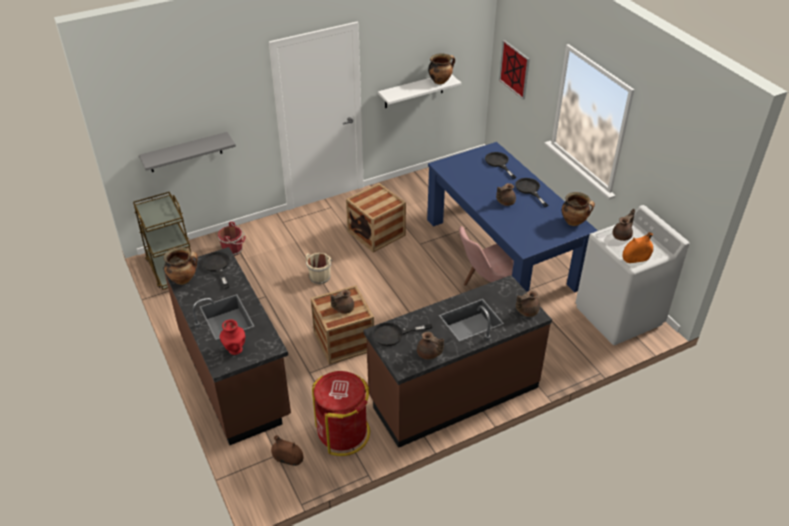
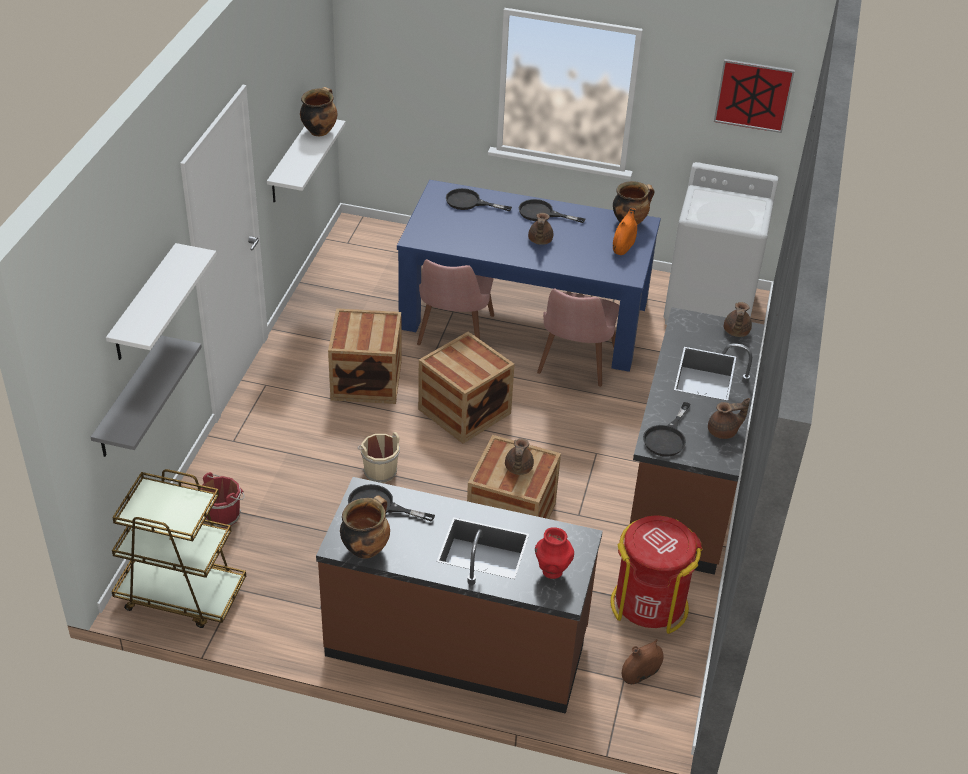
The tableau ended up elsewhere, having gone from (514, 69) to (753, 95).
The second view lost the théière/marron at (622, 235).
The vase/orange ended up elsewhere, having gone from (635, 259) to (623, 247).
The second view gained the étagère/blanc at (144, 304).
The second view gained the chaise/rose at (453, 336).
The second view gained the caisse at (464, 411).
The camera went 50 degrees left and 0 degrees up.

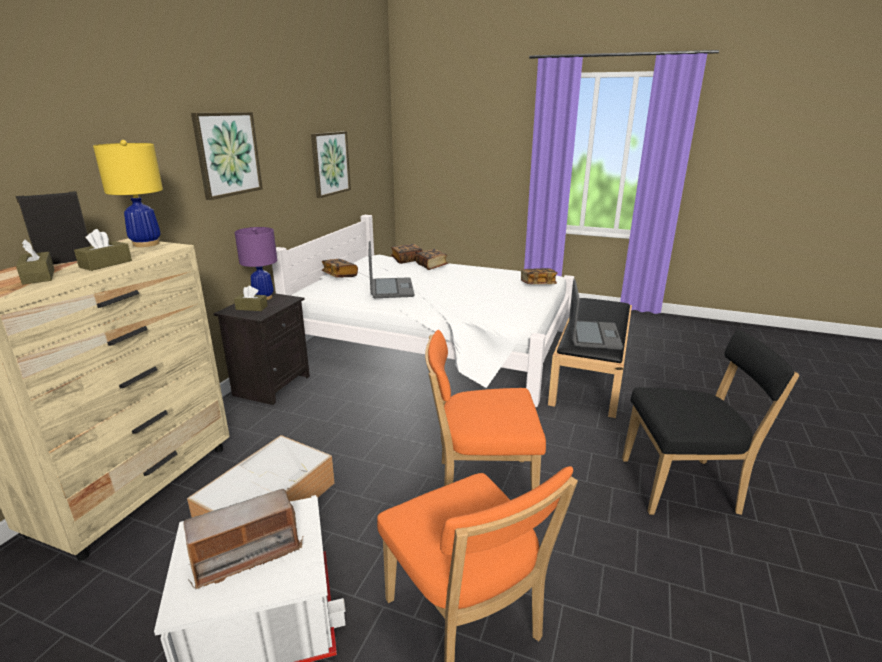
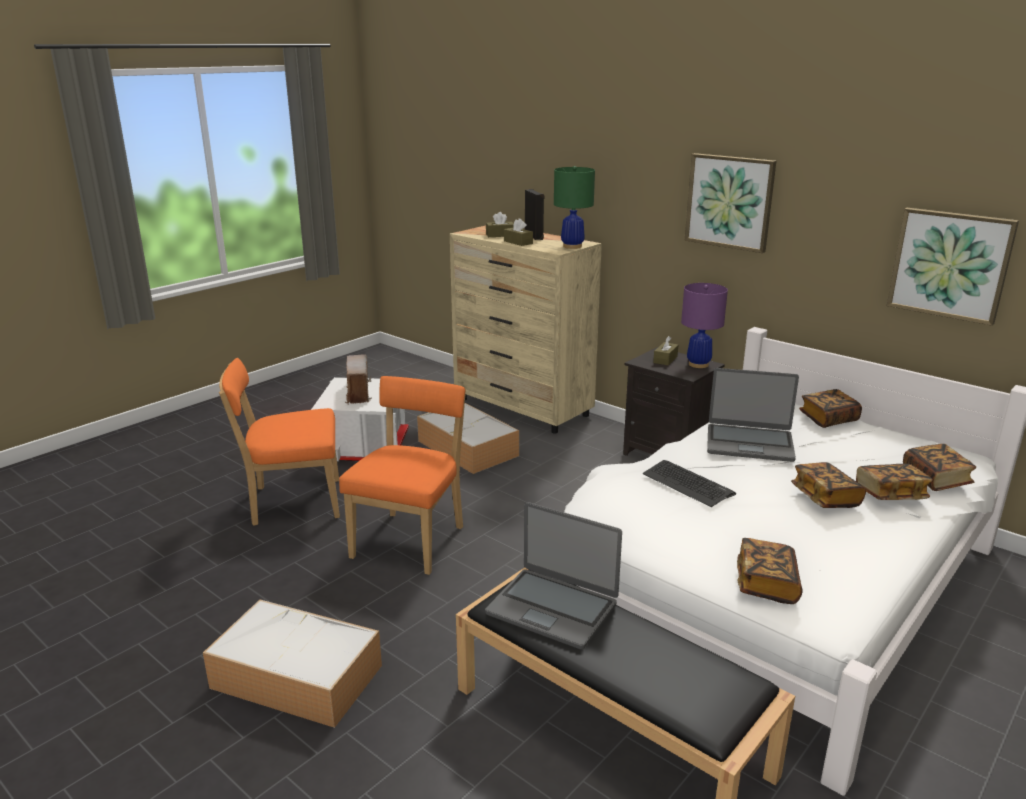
What was the lampe de table/jaune at (146, 244) turned into the lampe de table/vert at (572, 246).
Where the chaise/noir stood at (684, 486), the boîte de rangement came to stand at (294, 676).
The second view gained the clavier at (688, 484).
The second view gained the livre at (825, 498).
The camera went 110 degrees right and 0 degrees up.

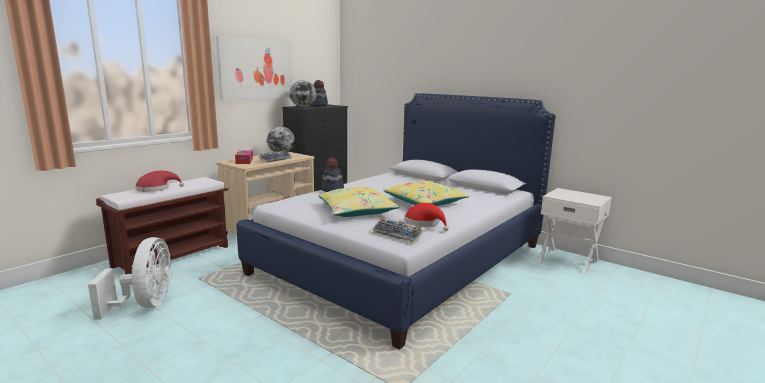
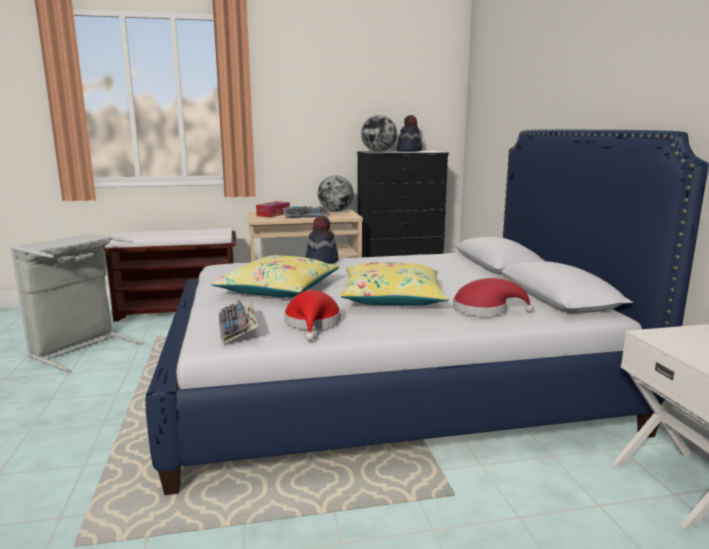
The second view lost the tableau at (256, 68).
The chapeau/rouge ended up elsewhere, having gone from (156, 189) to (485, 309).
Where the ventilateur/blanc stood at (146, 305), the panier à linge/gris came to stand at (81, 348).
The camera went 40 degrees right and 0 degrees up.

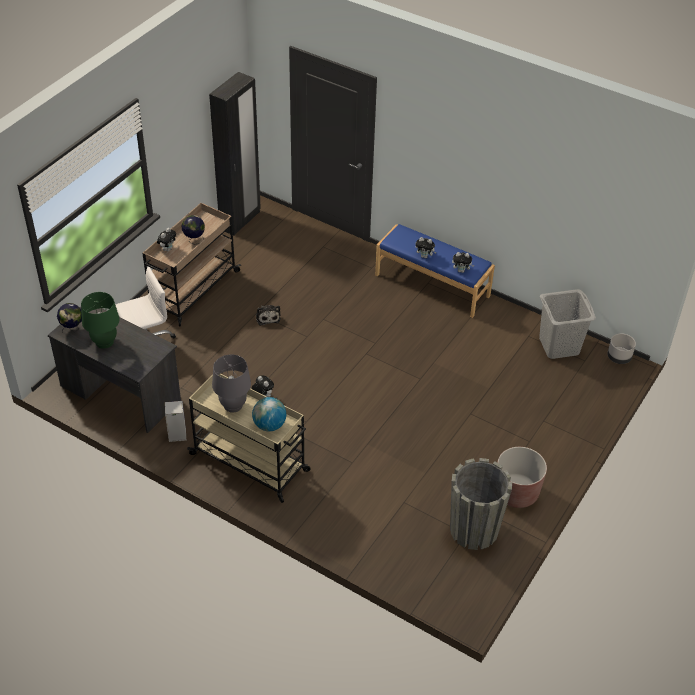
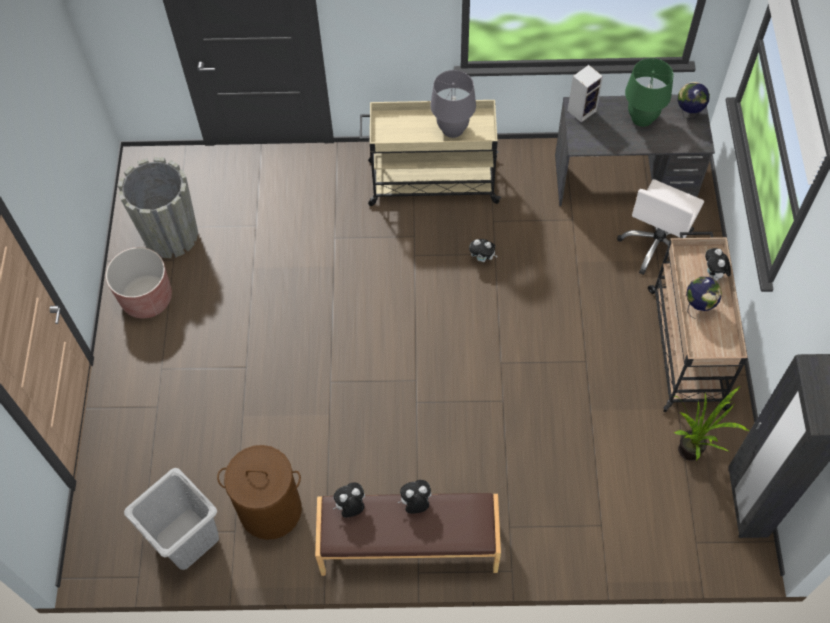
What was the banc/bleu at (432, 285) turned into the banc/marron at (409, 546).
The second view lost the peluche at (267, 317).
The second view lost the cache-pot/gris at (618, 357).
The second view lost the globe at (269, 425).
The enceinte ended up elsewhere, having gone from (176, 435) to (582, 110).
The second view gained the plante en pot at (691, 456).
The second view gained the panier à linge/marron at (271, 509).
The camera went 150 degrees right and 15 degrees up.

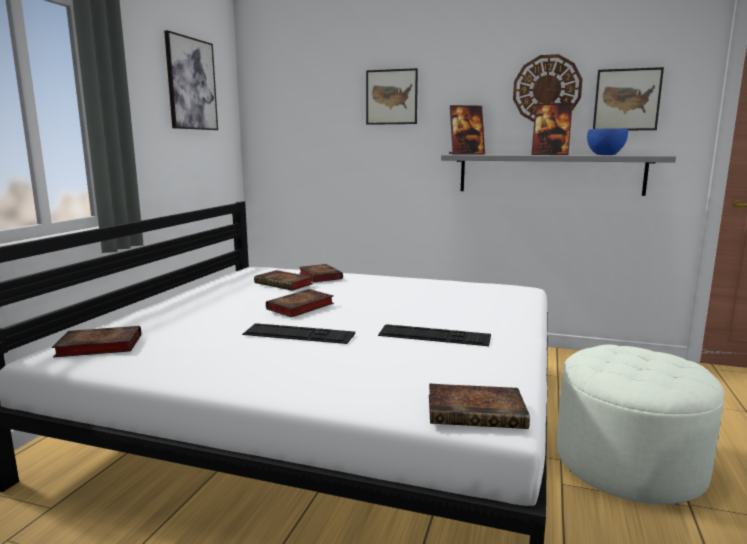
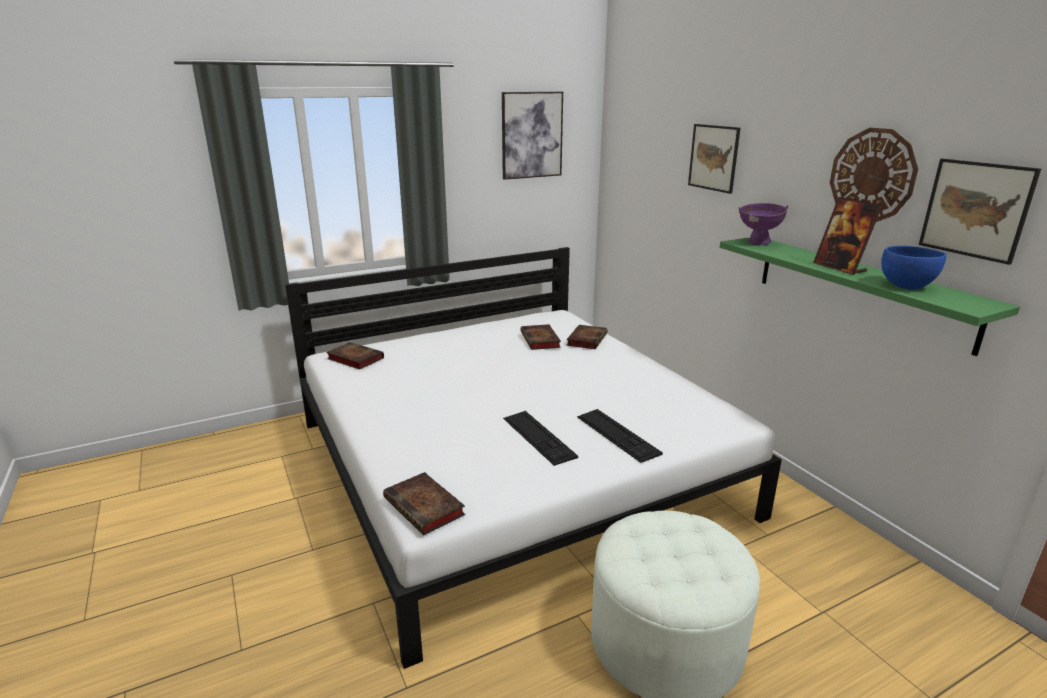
Where the cadre photo stood at (466, 154), the bol/violet came to stand at (758, 243).
What was the étagère/gris at (549, 174) turned into the étagère/vert at (859, 289).
The second view lost the livre at (299, 307).
The clavier ended up elsewhere, having gone from (298, 334) to (617, 434).
The camera went 45 degrees right and 10 degrees up.

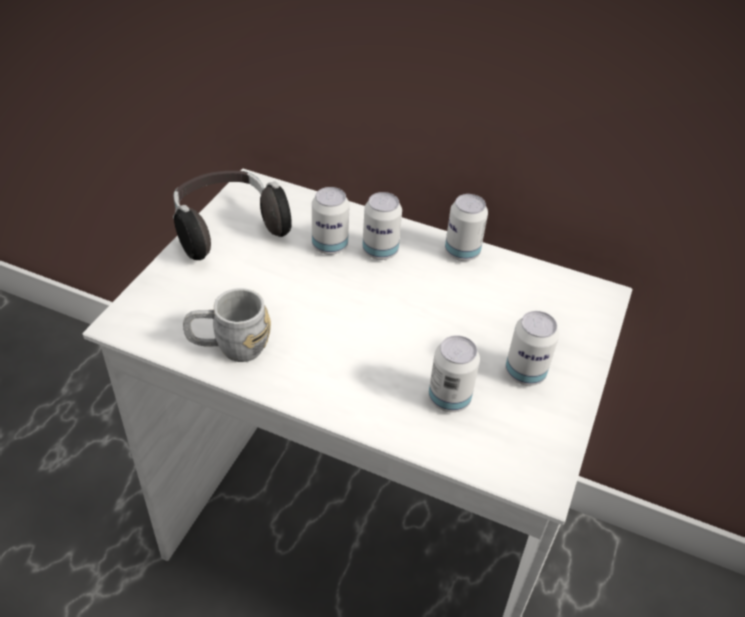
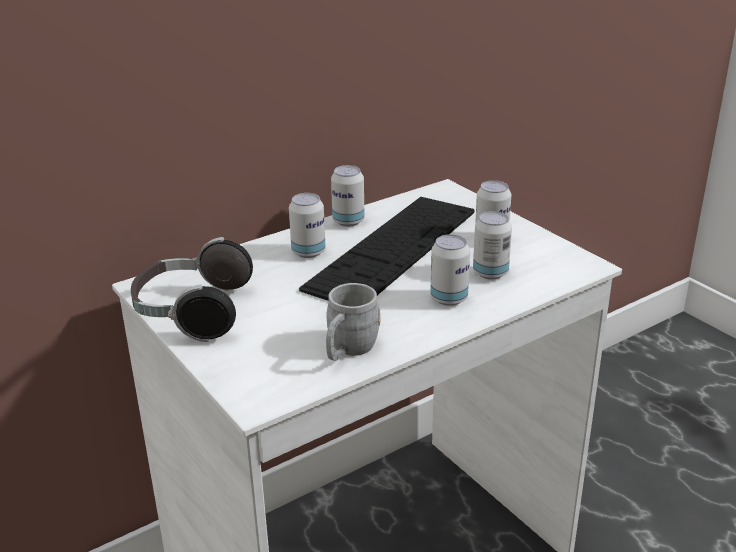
The boîte métallique ended up elsewhere, having gone from (329, 246) to (449, 299).
The second view gained the clavier at (393, 249).
The camera went 55 degrees left and 15 degrees down.

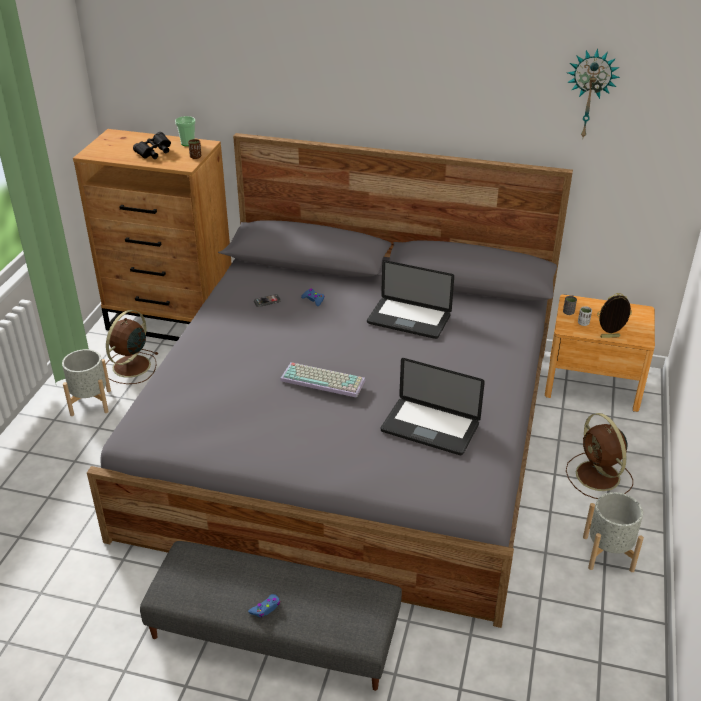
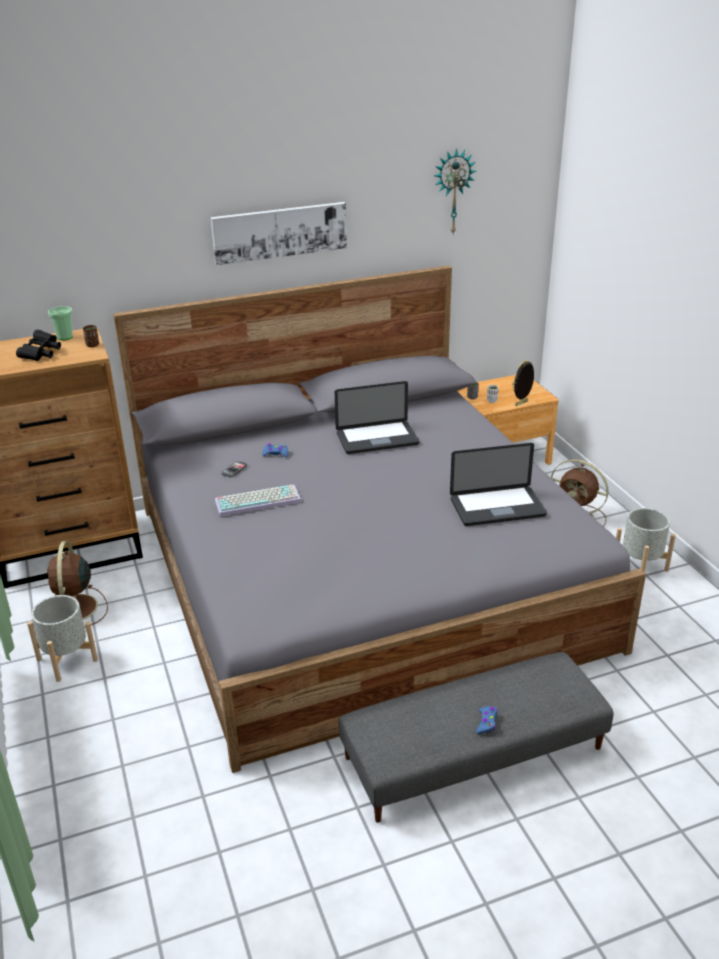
The clavier ended up elsewhere, having gone from (324, 380) to (258, 500).
The second view gained the tableau at (280, 232).
The camera went 35 degrees left and 5 degrees down.

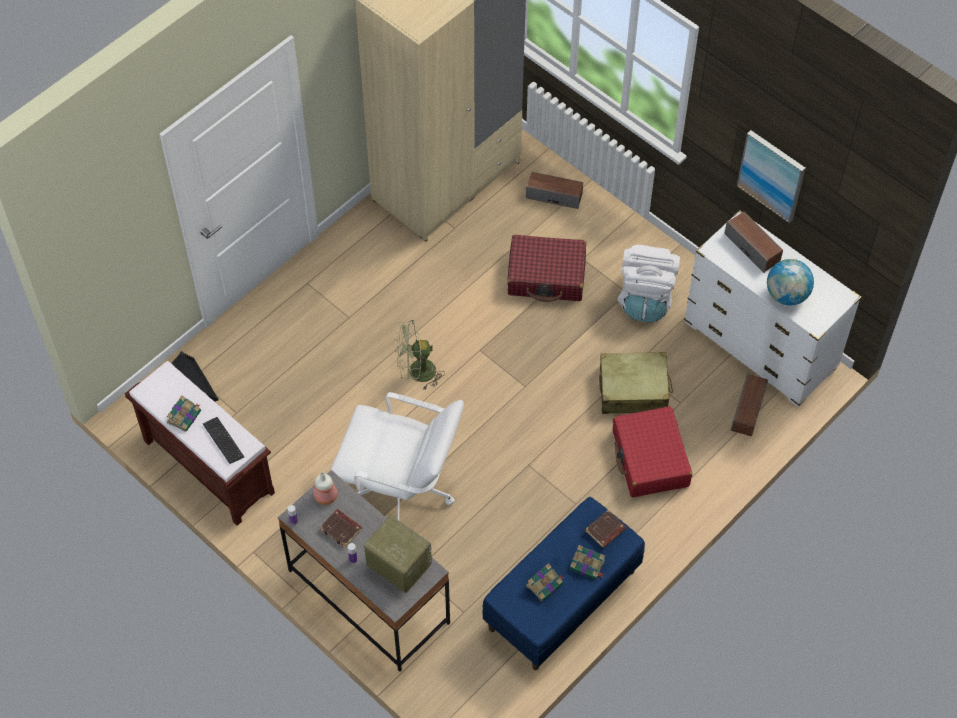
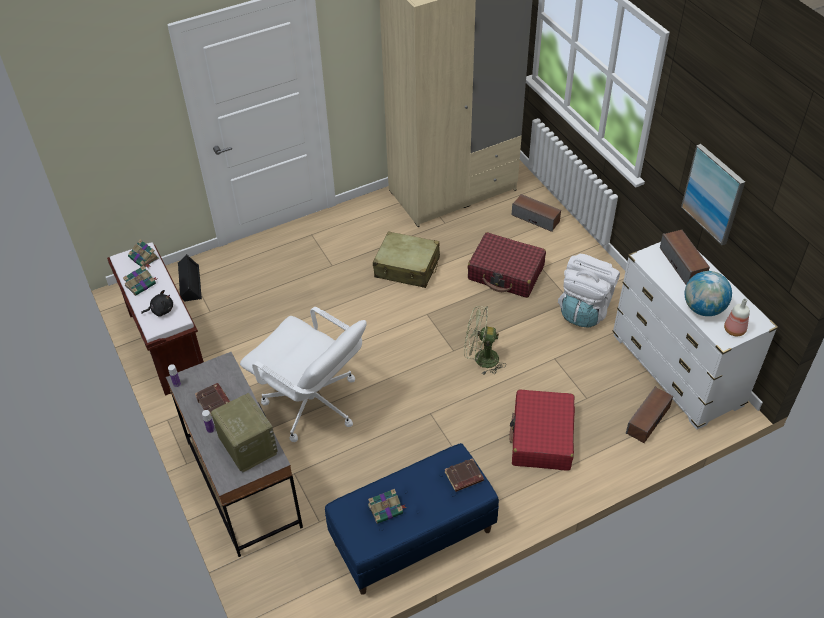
The ventilateur/vert ended up elsewhere, having gone from (416, 373) to (480, 359).
The valise/beige ended up elsewhere, having gone from (633, 390) to (407, 267).
Where the clavier stood at (223, 441), the peluche/noir came to stand at (161, 310).
The bouteille ended up elsewhere, having gone from (325, 495) to (734, 329).
The livre ended up elsewhere, having gone from (588, 565) to (144, 258).
The camera went 20 degrees right and 10 degrees down.

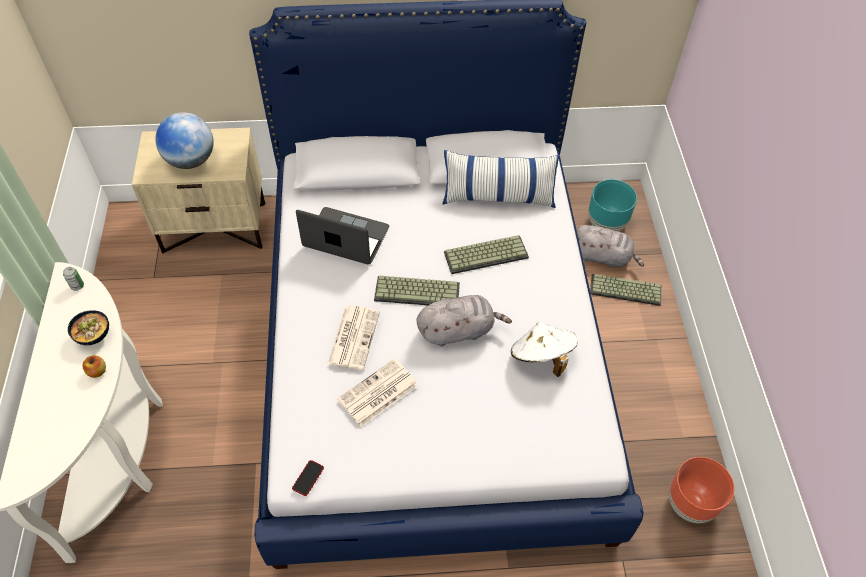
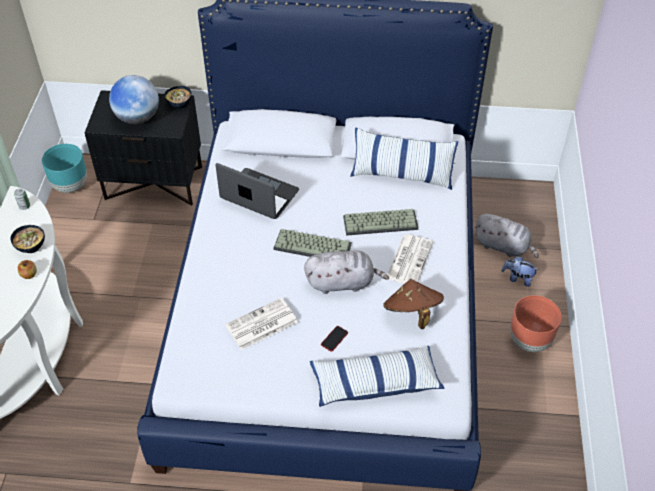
What was the table de chevet/beige at (215, 226) turned into the table de chevet/noir at (154, 182).
The cache-pot/turquoise ended up elsewhere, having gone from (605, 224) to (70, 185).
Where the clavier stood at (624, 291), the peluche came to stand at (517, 278).
The journal ended up elsewhere, having gone from (353, 337) to (409, 260).
What was the chapeau/blanc at (541, 357) turned into the chapeau/marron at (412, 313).
The cache-pot/marron ended up elsewhere, having gone from (690, 504) to (530, 341).
The téléphone ended up elsewhere, having gone from (308, 478) to (334, 339).
The second view gained the bol at (180, 104).
The second view gained the coussin at (375, 383).
The camera went 10 degrees right and 5 degrees down.

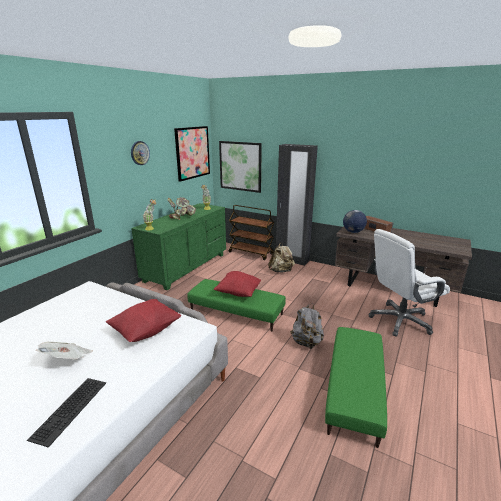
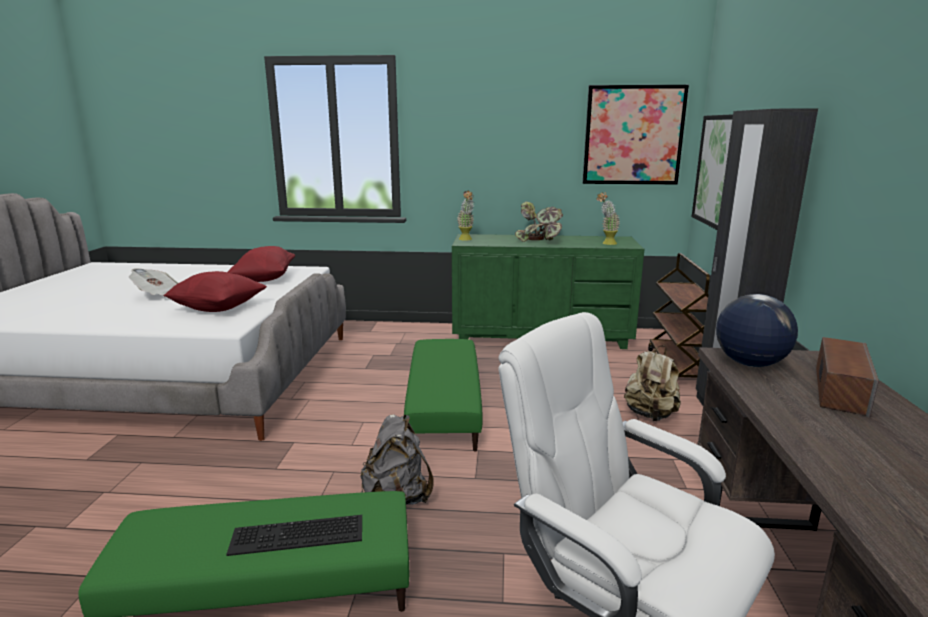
The second view lost the horloge murale at (140, 153).
The coussin/rouge ended up elsewhere, having gone from (238, 293) to (264, 279).
The clavier ended up elsewhere, having gone from (71, 410) to (296, 537).
The camera went 65 degrees right and 5 degrees down.

